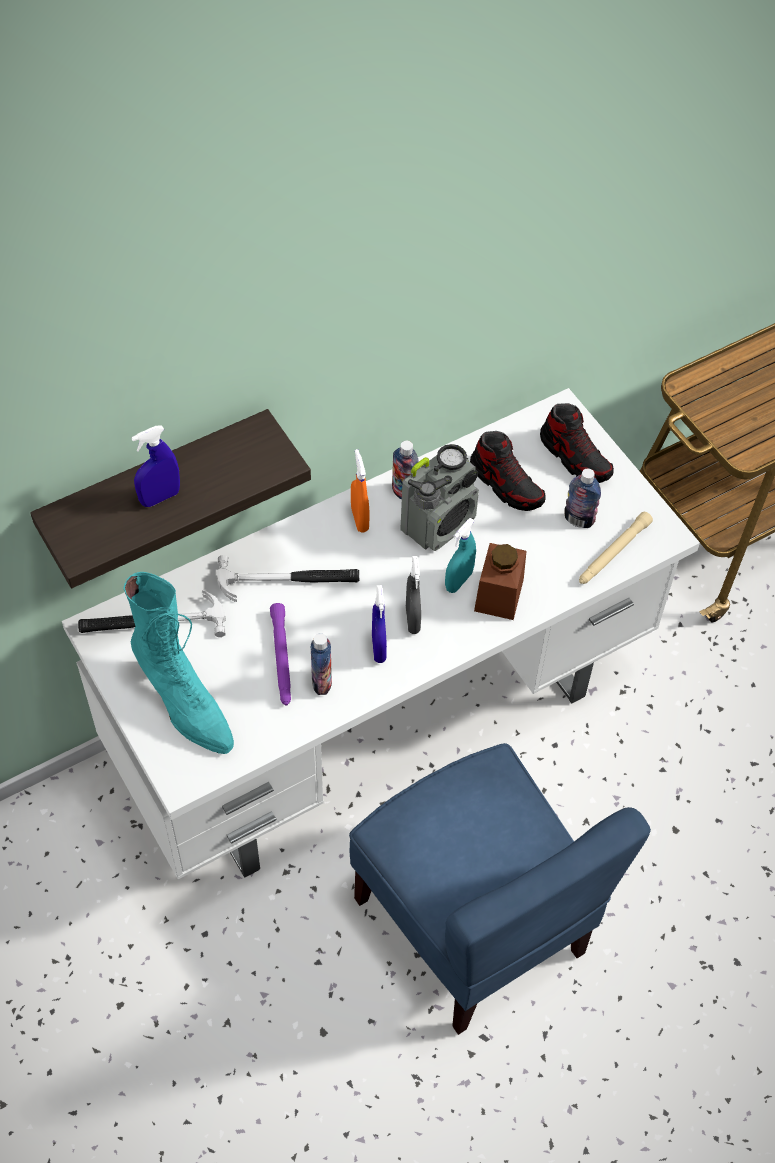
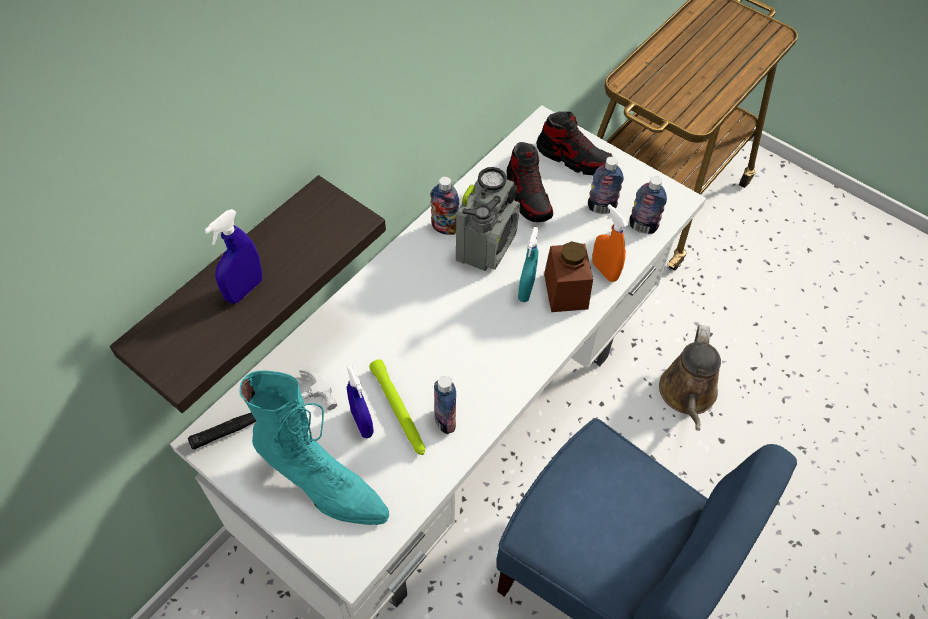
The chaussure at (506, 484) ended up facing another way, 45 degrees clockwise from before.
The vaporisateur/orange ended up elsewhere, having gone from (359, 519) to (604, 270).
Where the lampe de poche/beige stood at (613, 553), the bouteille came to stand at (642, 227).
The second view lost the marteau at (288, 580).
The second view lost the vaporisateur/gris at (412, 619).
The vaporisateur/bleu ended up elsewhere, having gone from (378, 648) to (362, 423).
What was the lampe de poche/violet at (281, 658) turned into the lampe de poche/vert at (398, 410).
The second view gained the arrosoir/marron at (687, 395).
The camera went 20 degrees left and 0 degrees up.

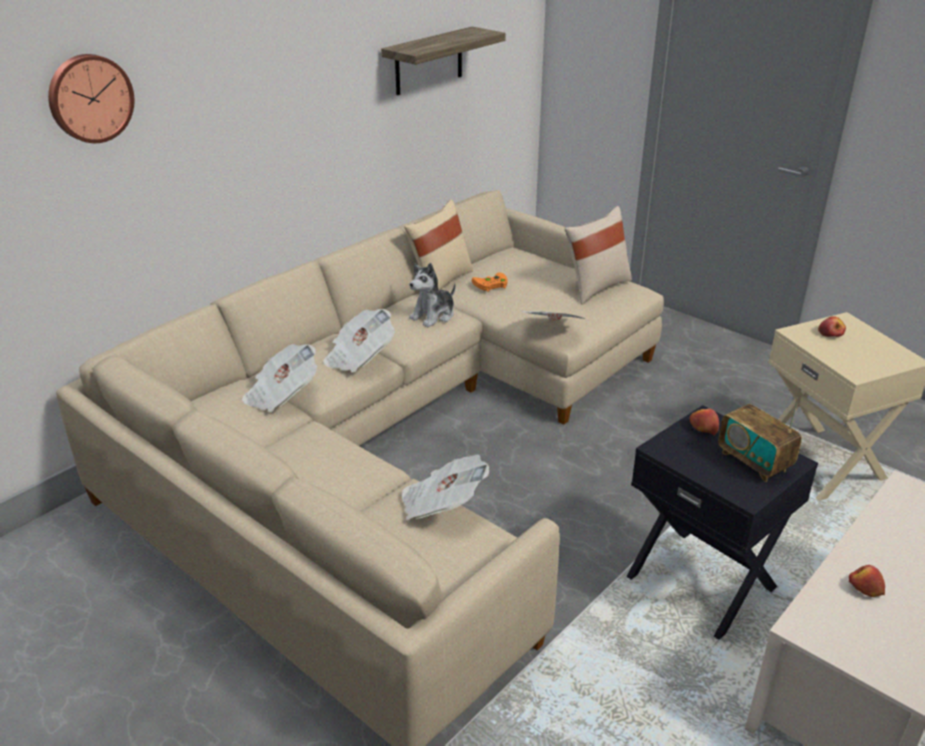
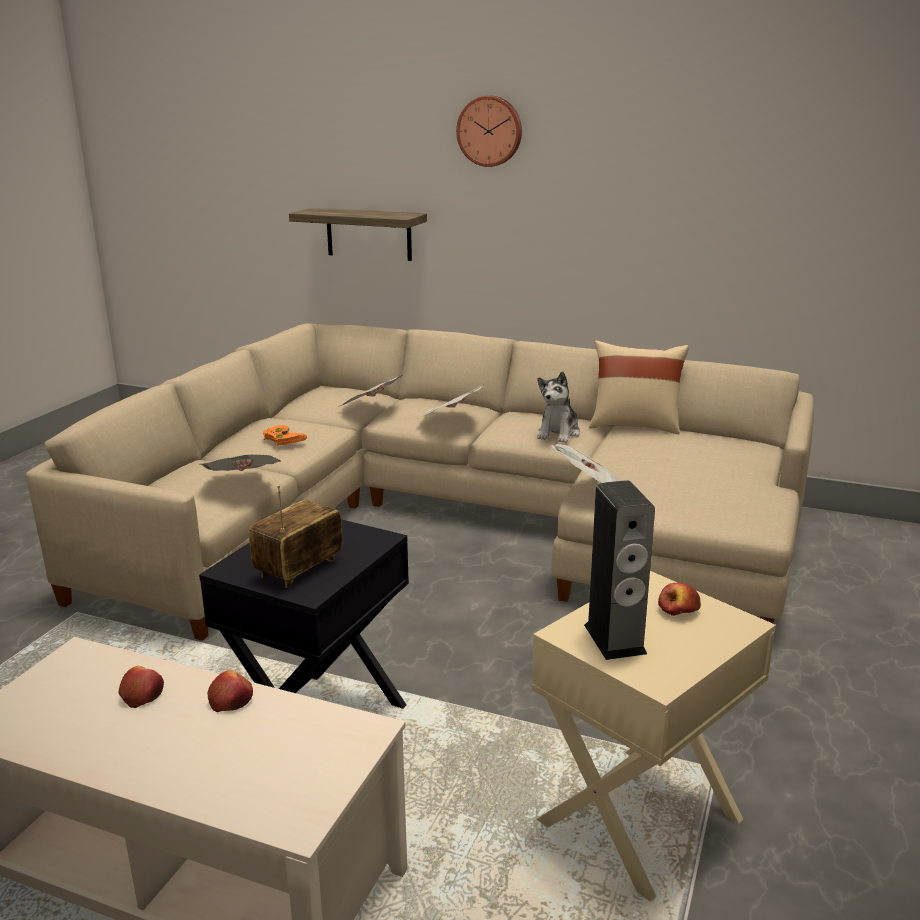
The étagère ended up elsewhere, having gone from (429, 61) to (368, 234).
The horloge murale ended up elsewhere, having gone from (89, 98) to (490, 131).
The second view lost the coussin/beige at (596, 287).
The peluche at (433, 315) ended up facing another way, 90 degrees counterclockwise from before.
The manette/orange ended up elsewhere, having gone from (490, 285) to (281, 438).
The pomme ended up elsewhere, having gone from (703, 427) to (231, 699).
The second view gained the enceinte at (614, 639).
The camera went 70 degrees right and 10 degrees down.

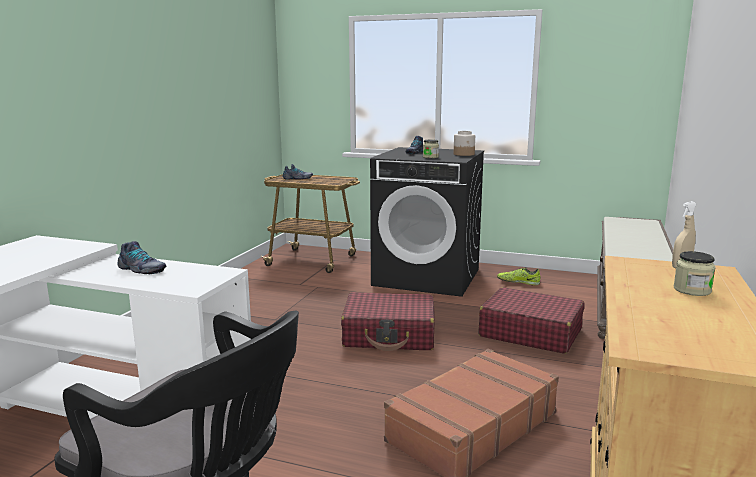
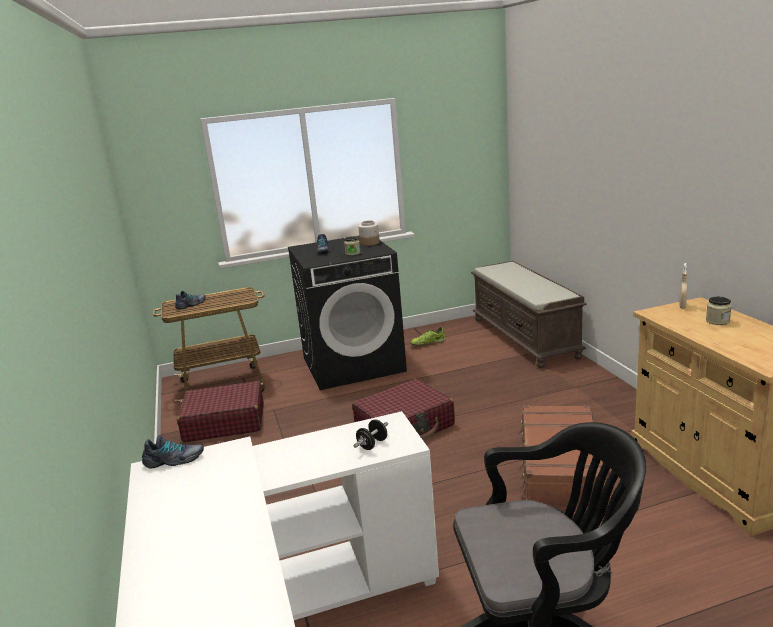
The chaussure ended up elsewhere, having gone from (141, 270) to (174, 460).
The valise/rouge ended up elsewhere, having gone from (530, 333) to (224, 422).
The second view gained the haltère/noir at (372, 444).
The camera went 35 degrees left and 5 degrees up.

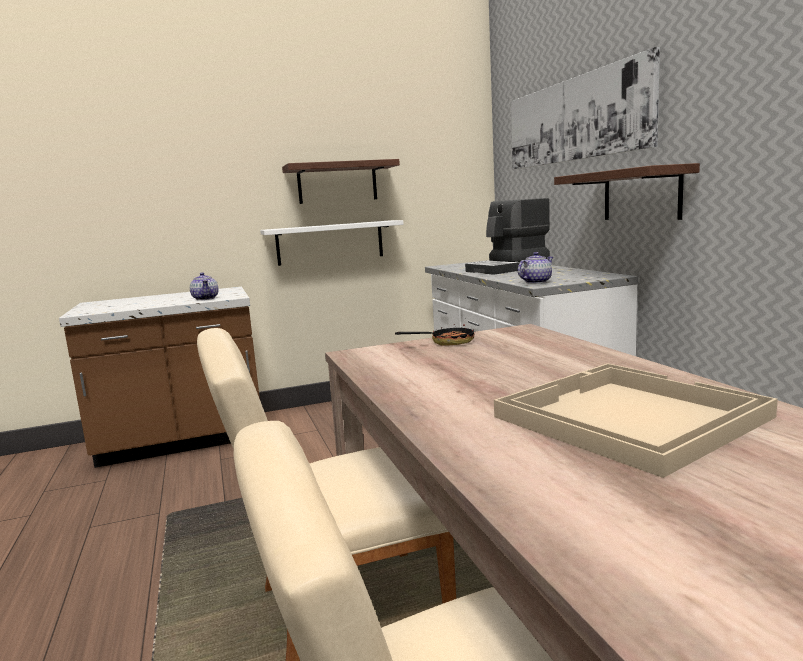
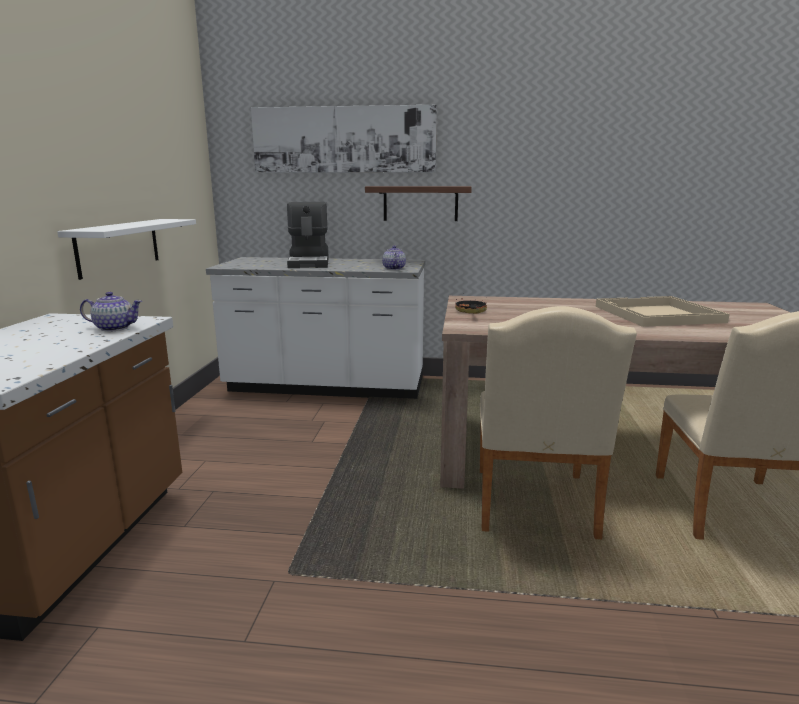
The second view lost the étagère at (337, 183).
The camera went 65 degrees left and 5 degrees up.

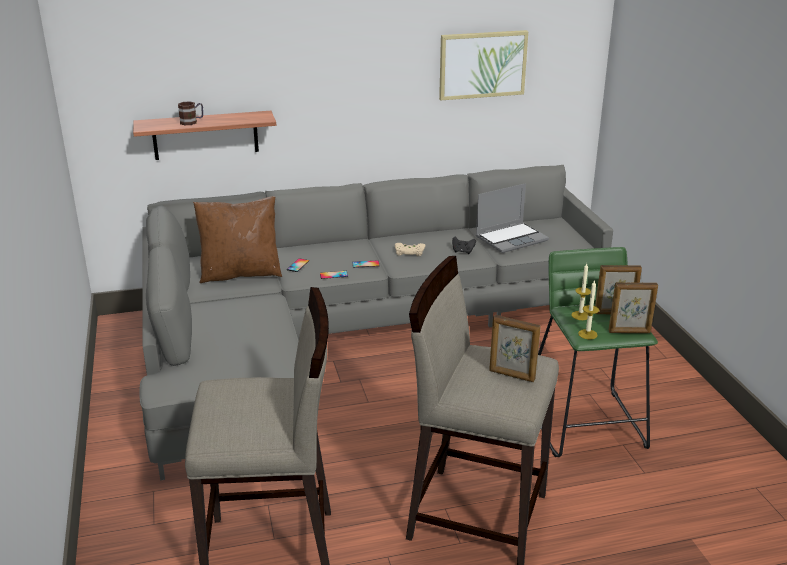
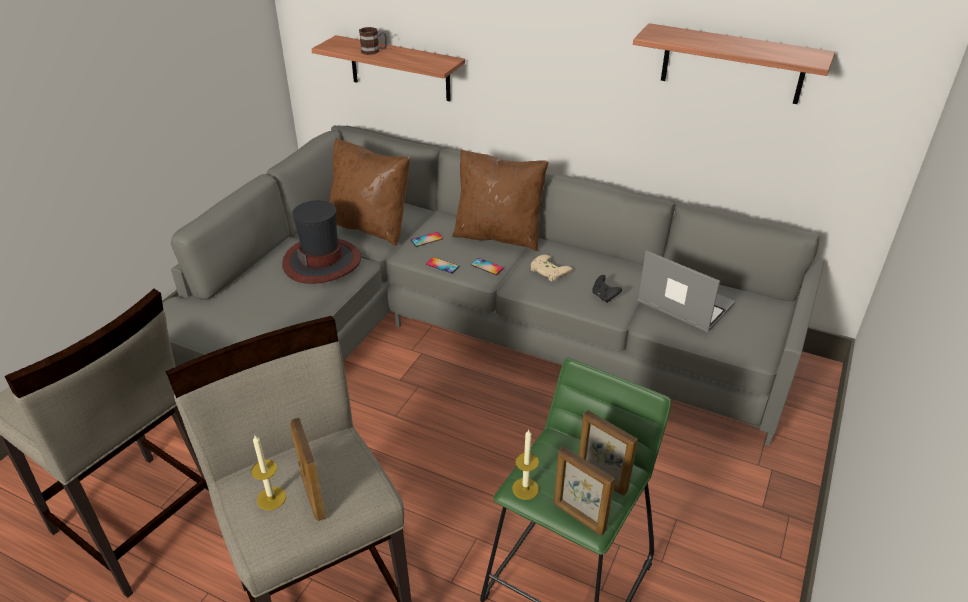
Where the tableau hung at (482, 64), the étagère came to hang at (732, 64).
The ordinateur portable at (511, 238) ended up facing another way, 150 degrees counterclockwise from before.
The bougie ended up elsewhere, having gone from (580, 315) to (271, 498).
The second view gained the coussin/marron at (499, 235).
The second view gained the chapeau at (322, 261).
The camera went 40 degrees right and 10 degrees up.

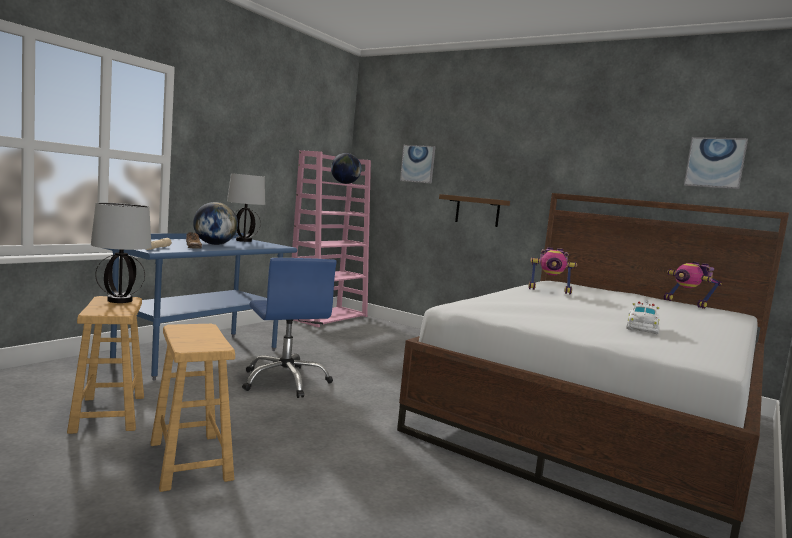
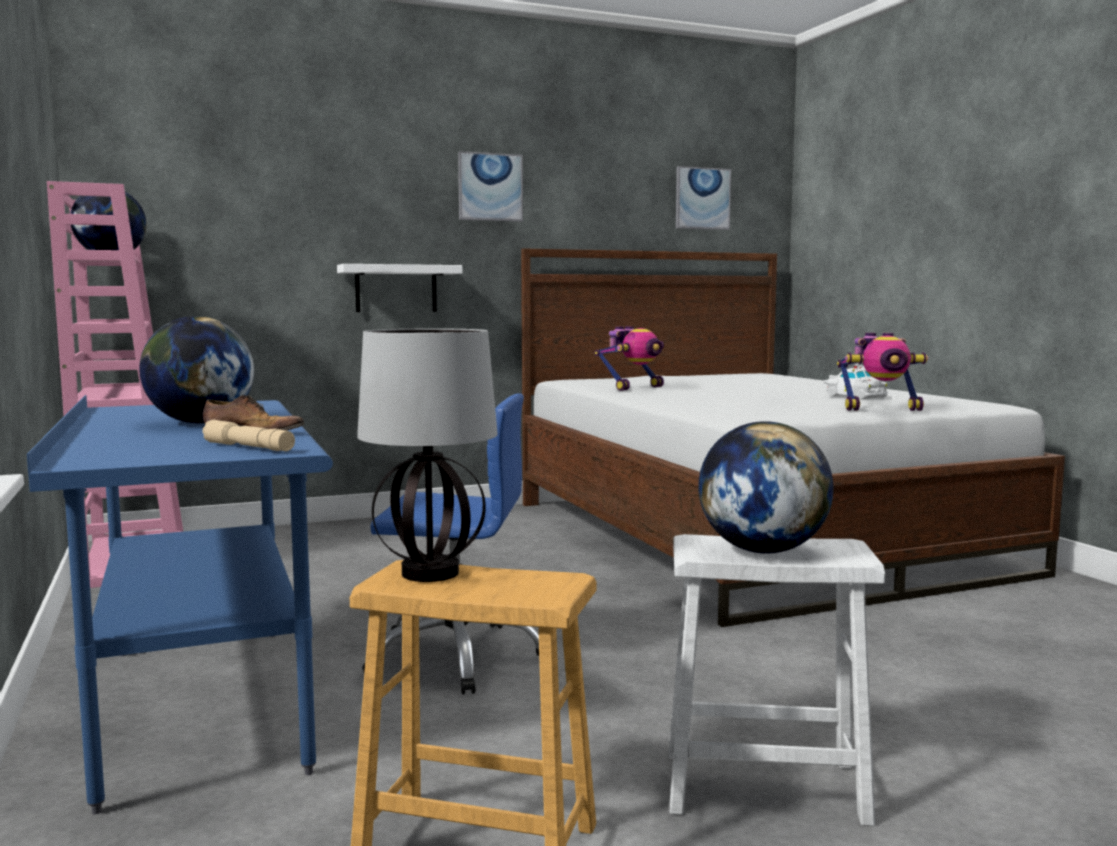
The tableau ended up elsewhere, having gone from (418, 164) to (490, 187).
The second view lost the lampe de table at (243, 240).
What was the étagère/marron at (477, 211) turned into the étagère/blanc at (396, 288).
The robot jouet ended up elsewhere, having gone from (687, 304) to (881, 409).
What was the tabouret/marron at (189, 461) turned into the tabouret/blanc at (764, 786).
The second view gained the globe at (762, 551).
The camera went 55 degrees left and 0 degrees up.

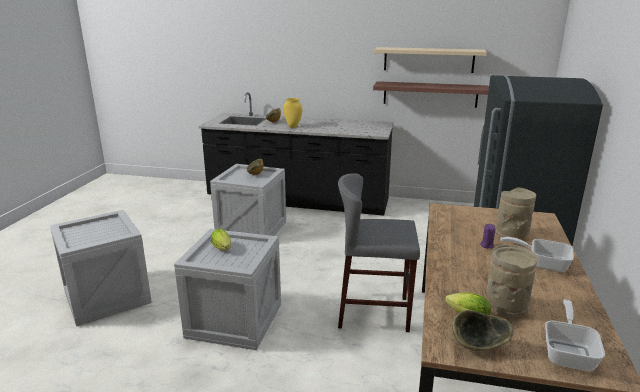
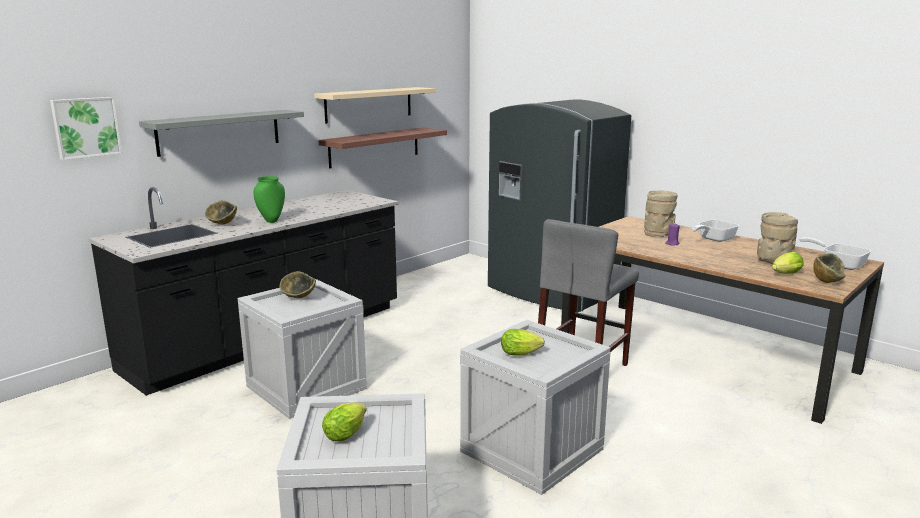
What was the vase/jaune at (292, 127) turned into the vase/vert at (271, 221).
The second view gained the tableau at (86, 127).
The second view gained the étagère/gris at (219, 132).
The second view gained the laitue at (347, 433).
The camera went 60 degrees left and 5 degrees down.

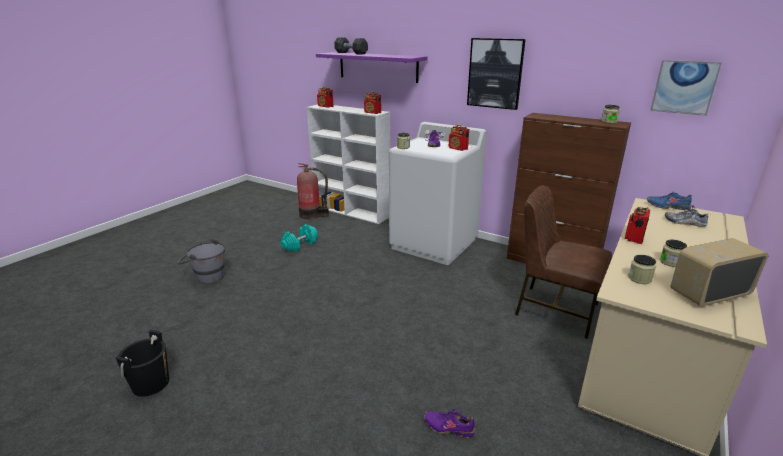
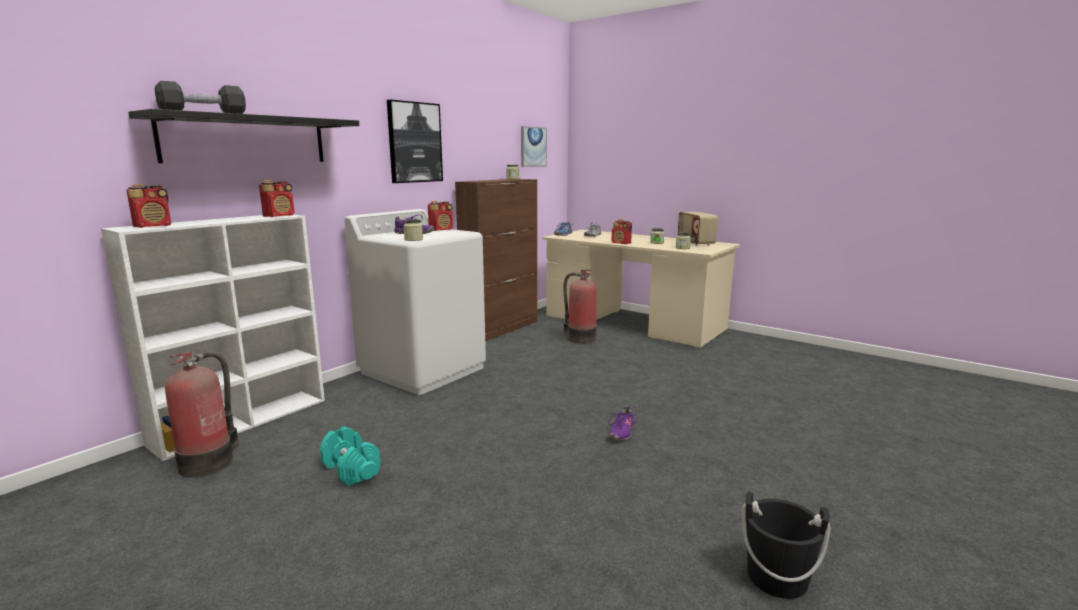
What was the étagère/violet at (377, 67) turned into the étagère/noir at (246, 140).
Where the chaise/marron stood at (555, 309), the extincteur came to stand at (579, 338).
The second view lost the seau/gris at (206, 276).
The chaussure/violet ended up elsewhere, having gone from (449, 427) to (621, 432).
The camera went 85 degrees left and 10 degrees down.

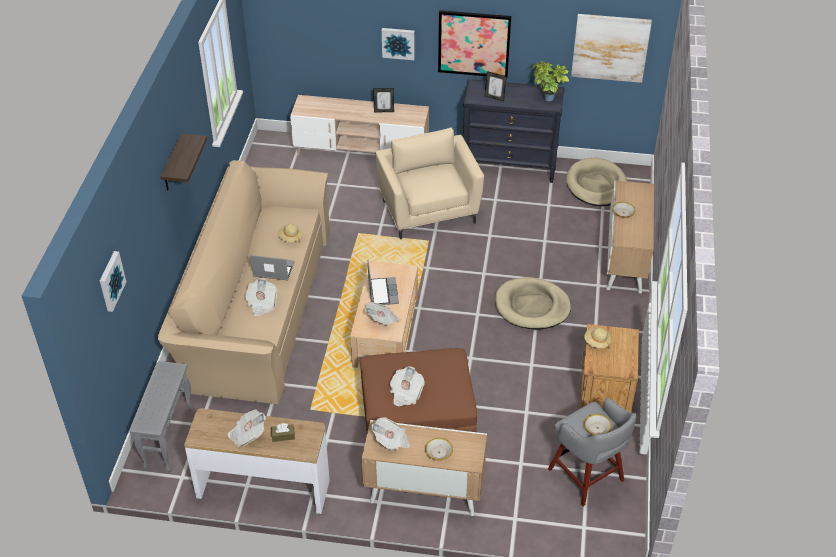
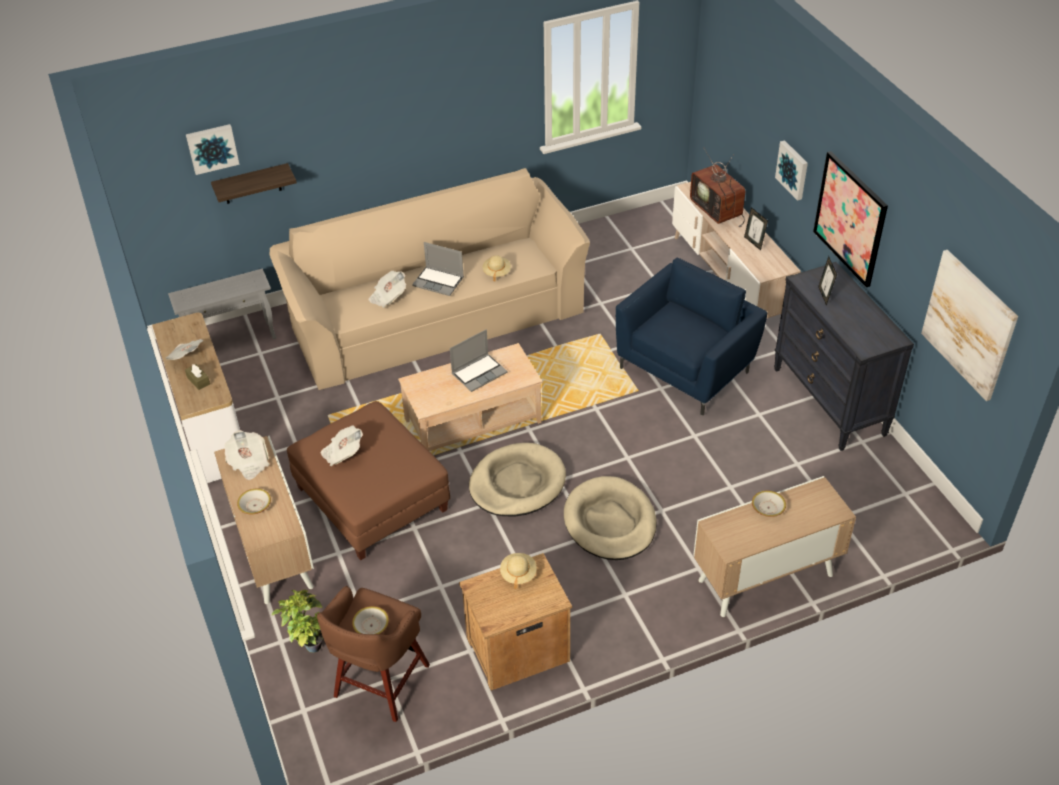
The plante en pot ended up elsewhere, having gone from (546, 100) to (309, 645).
What was the fauteuil/beige at (428, 210) turned into the fauteuil/bleu at (686, 369).
The étagère ended up elsewhere, having gone from (172, 164) to (252, 184).
The panier pour chien/beige ended up elsewhere, having gone from (596, 185) to (517, 483).
The ordinateur portable at (273, 270) ended up facing another way, 135 degrees clockwise from before.
The second view lost the journal at (382, 320).
What was the tabouret/gris at (587, 476) turned into the tabouret/marron at (380, 683).
The second view gained the téléviseur at (718, 210).
The camera went 60 degrees right and 0 degrees up.

